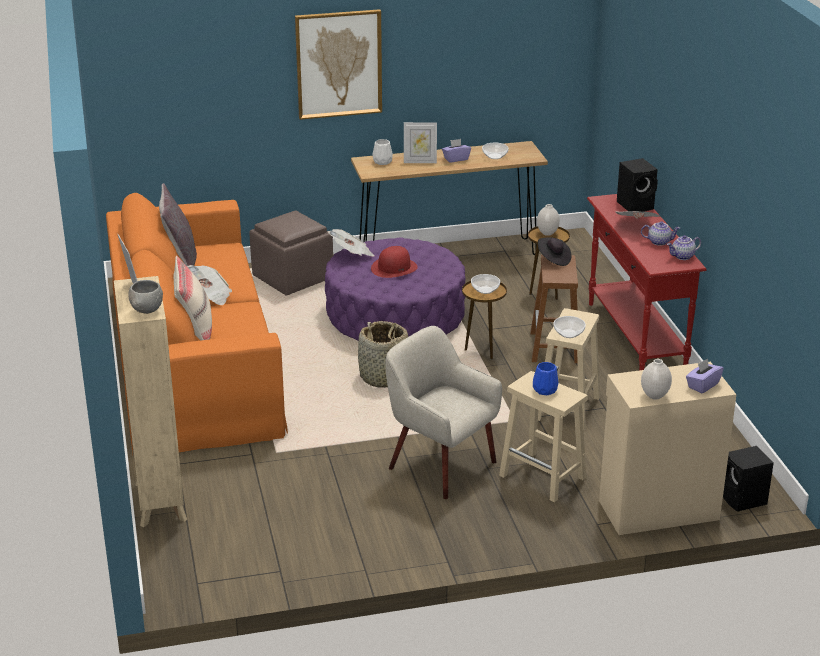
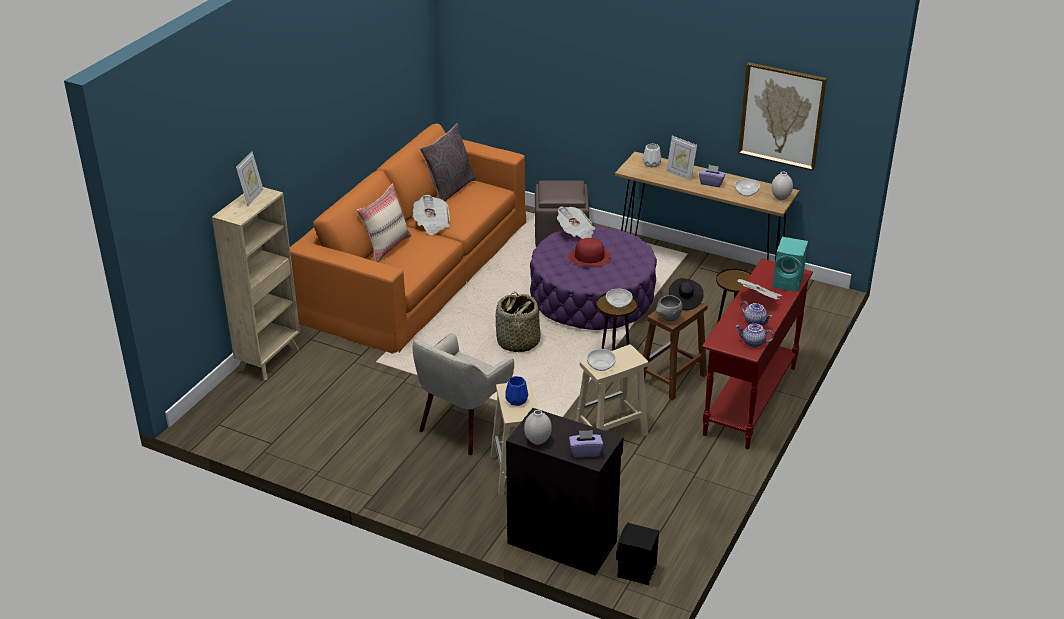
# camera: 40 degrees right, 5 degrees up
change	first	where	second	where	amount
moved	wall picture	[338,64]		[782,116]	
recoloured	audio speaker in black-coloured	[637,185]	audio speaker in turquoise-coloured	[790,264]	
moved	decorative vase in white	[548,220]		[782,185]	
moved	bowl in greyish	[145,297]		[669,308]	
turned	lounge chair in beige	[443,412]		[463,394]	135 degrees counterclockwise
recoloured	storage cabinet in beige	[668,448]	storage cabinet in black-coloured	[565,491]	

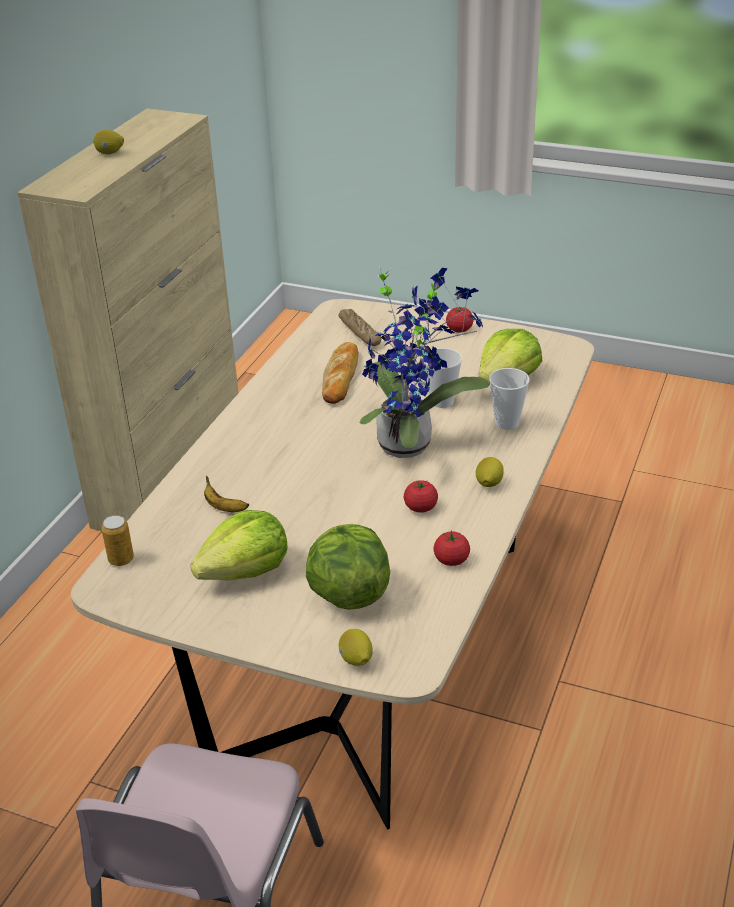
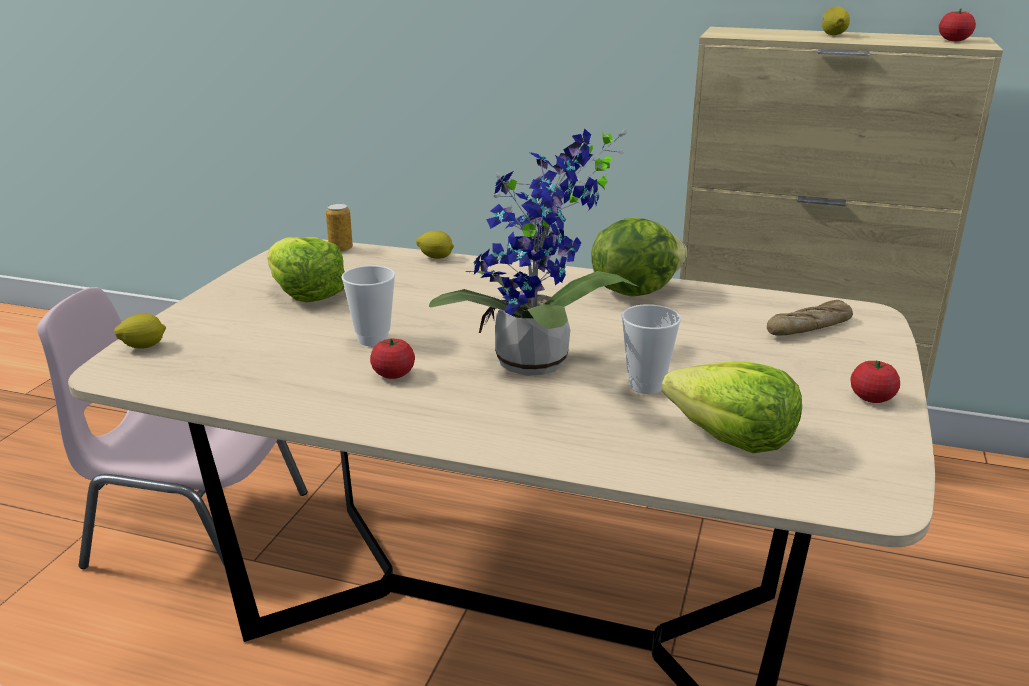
# camera: 85 degrees right, 10 degrees down
change	first	where	second	where	amount
removed	baked bread	[340,373]			
moved	cup	[509,399]		[368,305]	
moved	whole lemon	[489,472]		[435,245]	
removed	whole banana	[226,494]			
moved	lettuce head	[348,567]		[639,257]	
moved	fresh tomato	[452,548]		[957,25]	

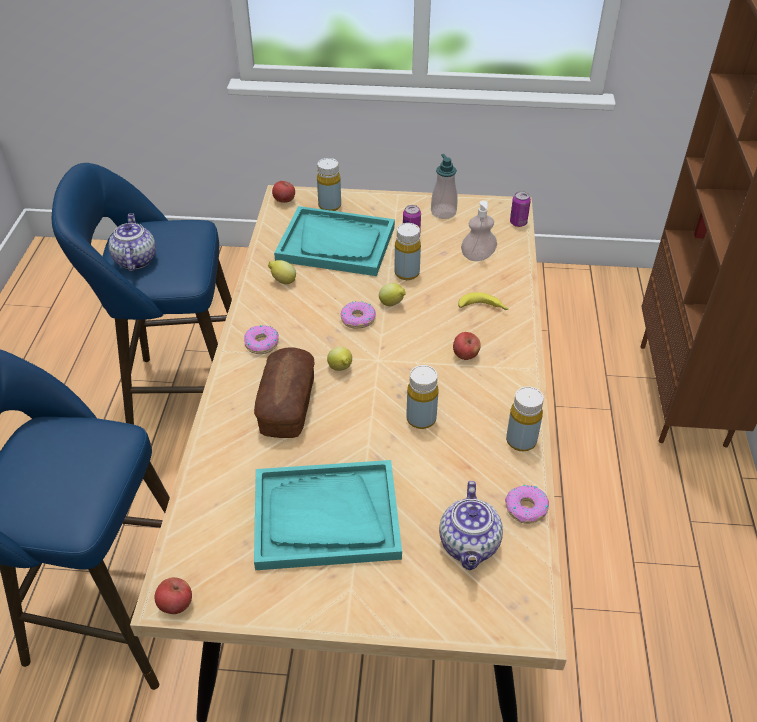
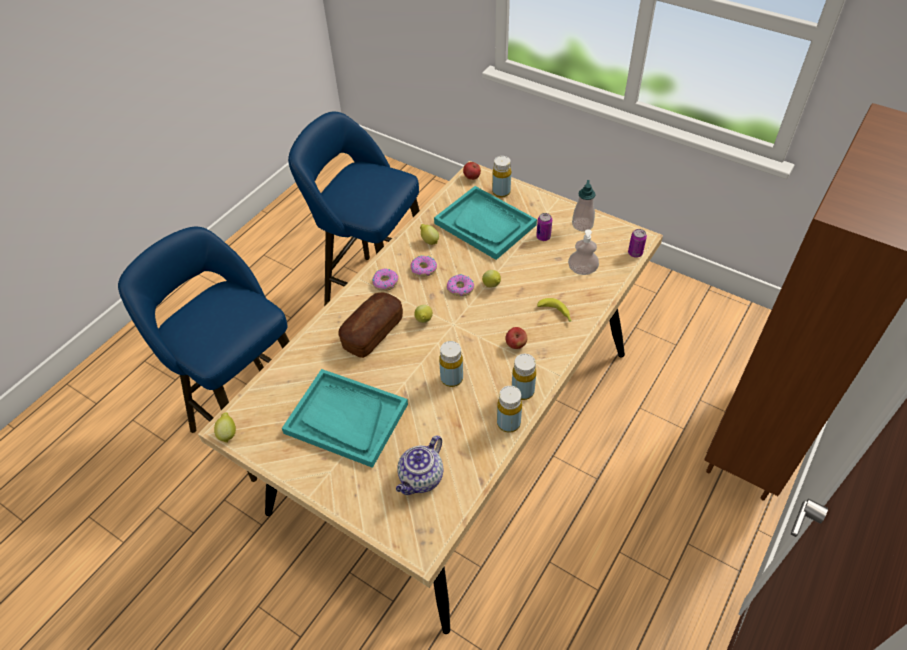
# camera: 30 degrees right, 5 degrees up
change	first	where	second	where	amount
removed	pot for tea	[132,242]			
moved	beverage bottle in yellow-coloured	[407,251]		[524,377]	
moved	ring doughnut	[527,504]		[423,266]	
replaced	apple fruit	[173,595]	whole lemon	[225,427]	

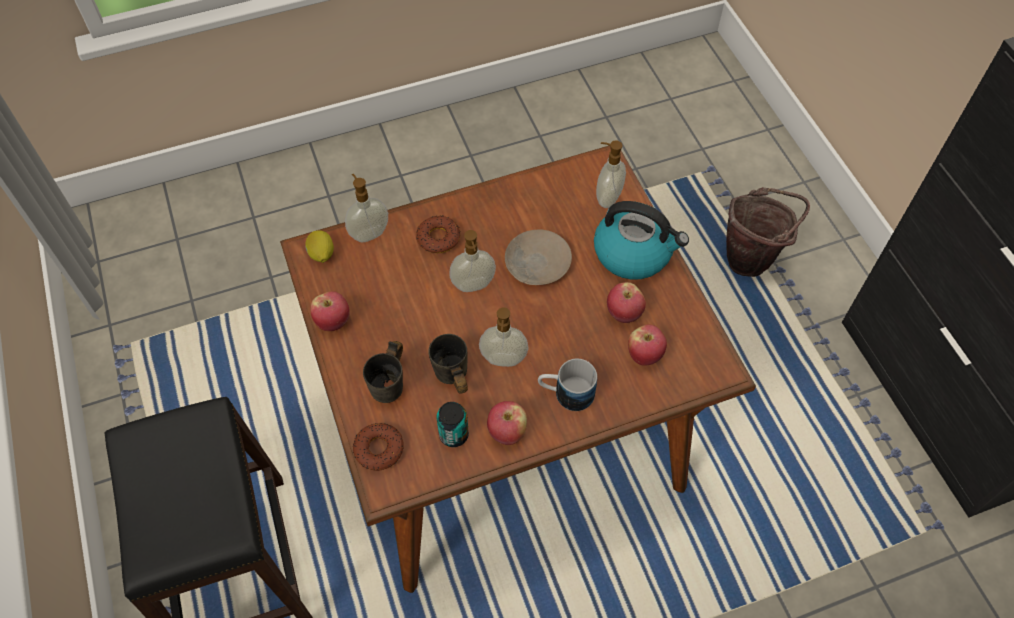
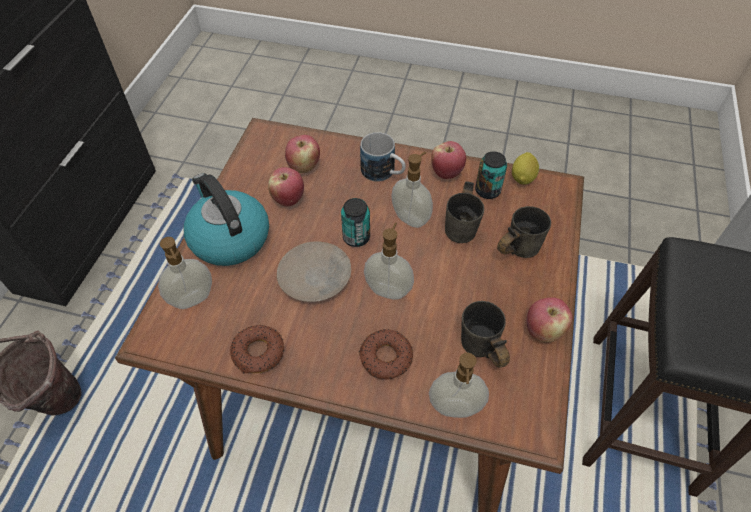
# camera: 145 degrees left, 5 degrees down
change	first	where	second	where	amount
moved	whole lemon	[319,246]		[525,168]	
moved	ring doughnut	[378,447]		[257,349]	
added			can	[355,222]	
added			mug in greyish	[485,334]	

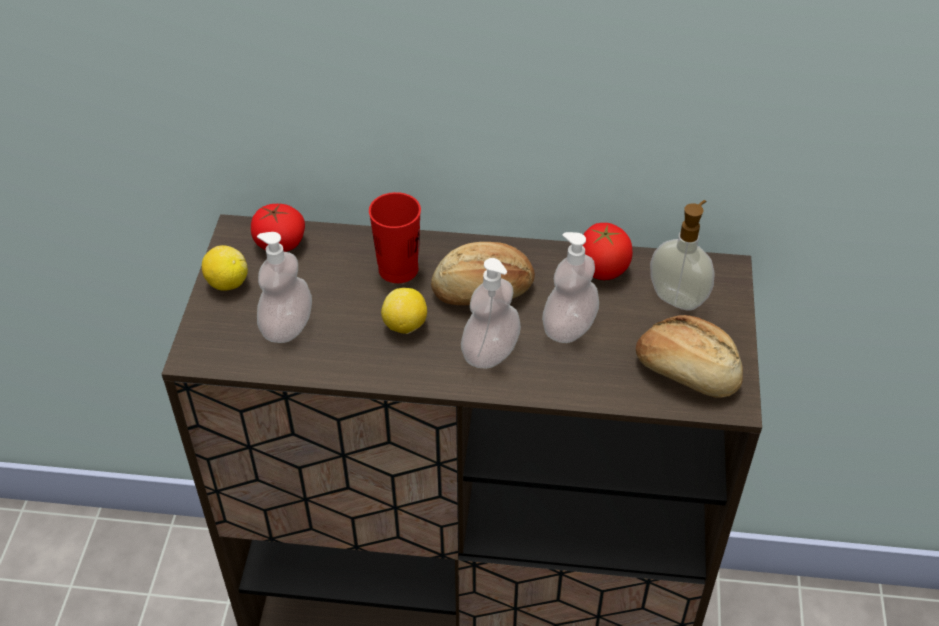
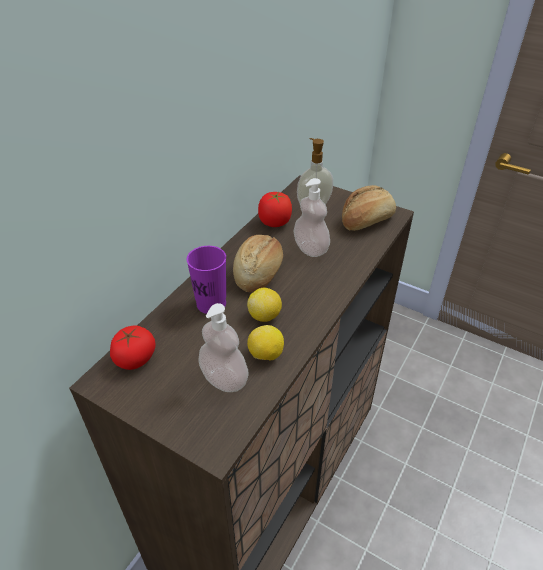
# camera: 65 degrees left, 5 degrees down
change	first	where	second	where	amount
recoloured	cup in red	[395,237]	cup in purplish	[206,280]	
moved	whole lemon	[225,267]		[265,342]	
removed	liquid soap bottle	[491,313]			

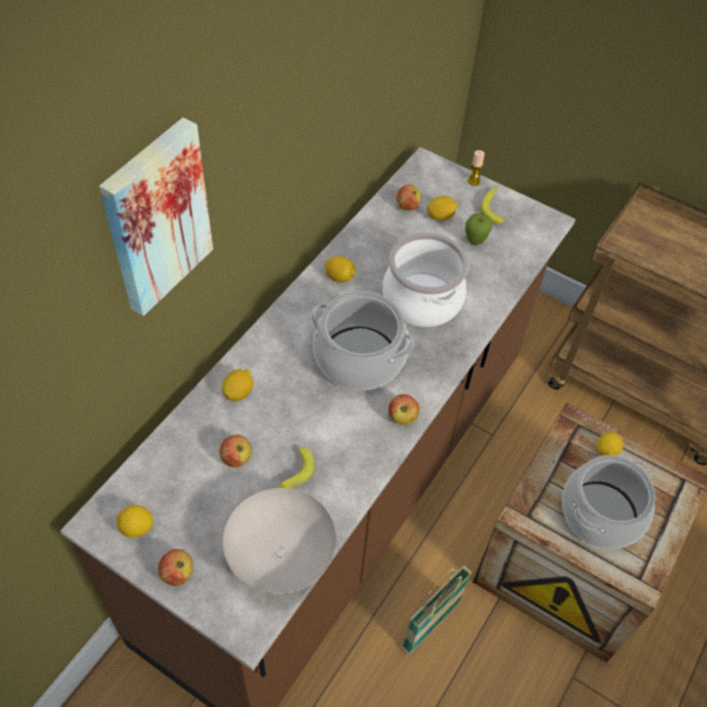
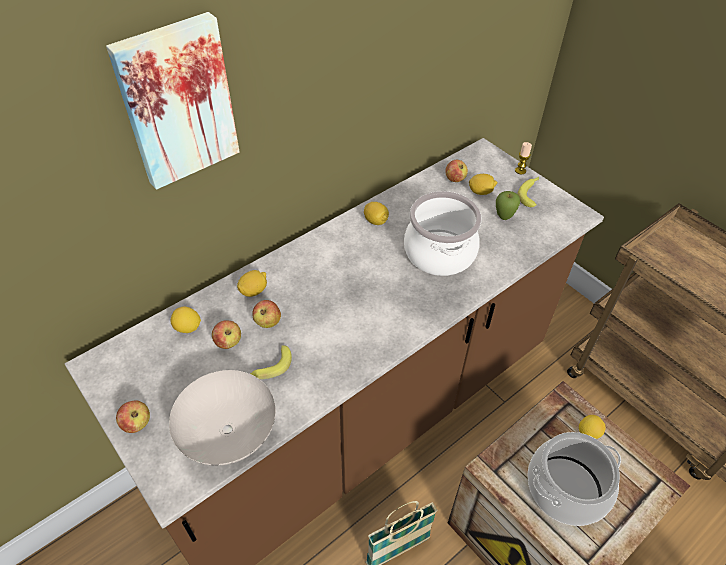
# camera: 20 degrees right, 5 degrees down
change	first	where	second	where	amount
removed	cooking pot	[362,340]			
moved	apple fruit	[404,409]		[266,314]	
moved	whole lemon	[135,521]		[185,320]	

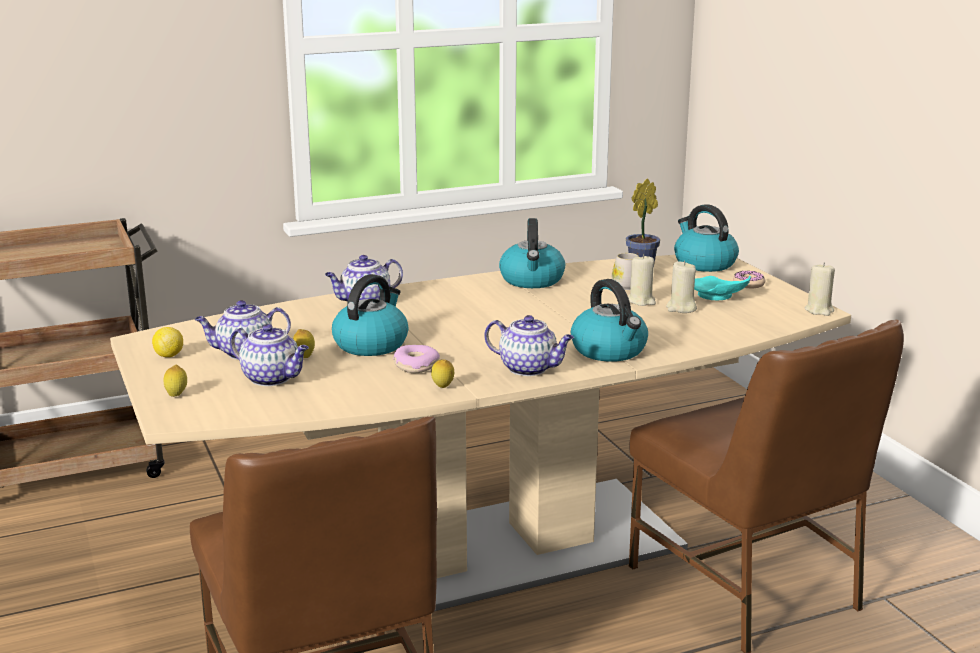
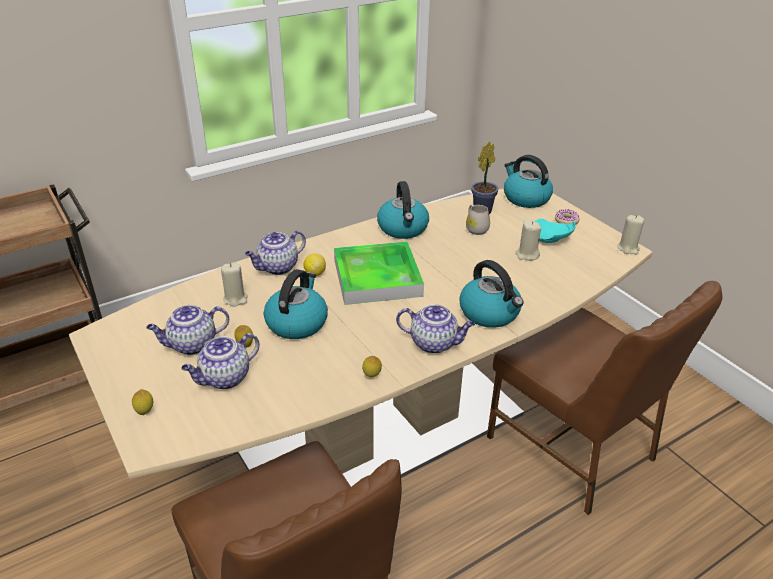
# camera: 10 degrees left, 15 degrees up
change	first	where	second	where	amount
moved	candle in beige	[642,280]		[234,284]	
turned	pot for tea	[269,355]		[220,361]	120 degrees clockwise
moved	whole lemon	[167,342]		[314,265]	
removed	ring doughnut	[416,359]			
added			carrying tray	[379,273]	

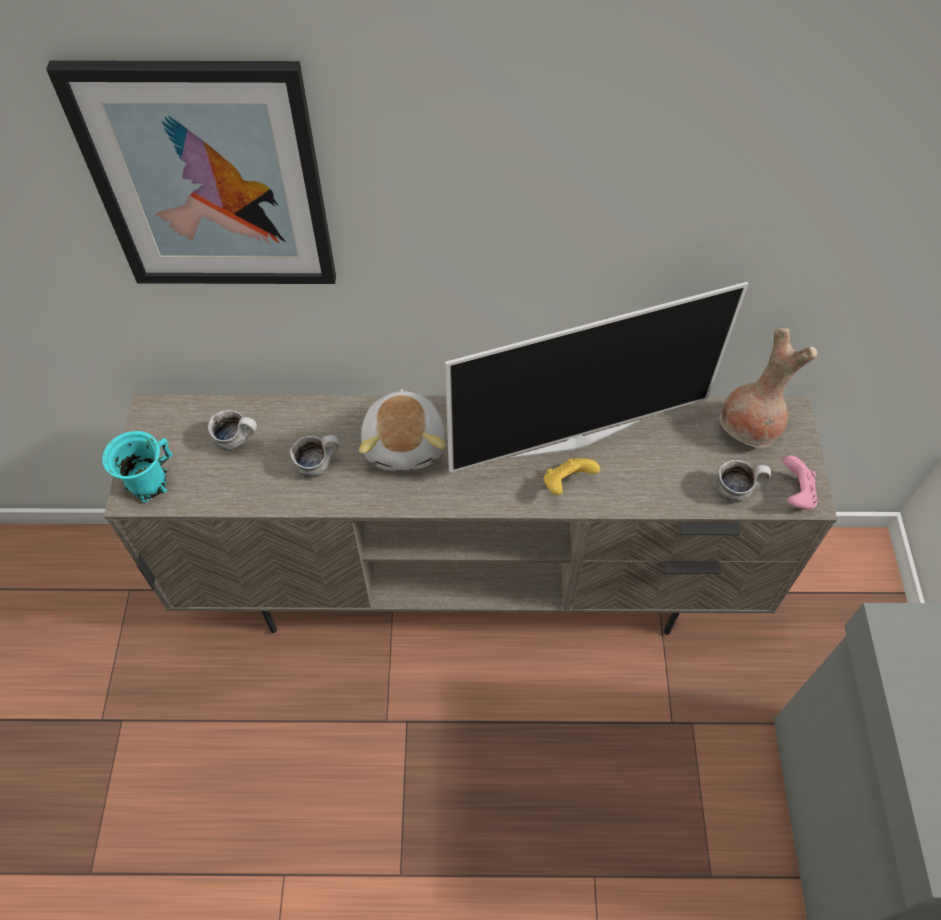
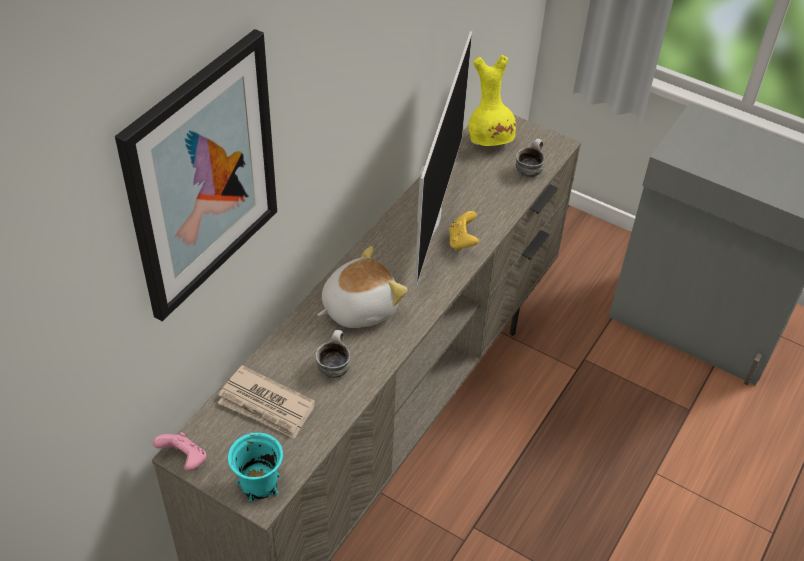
# camera: 60 degrees left, 10 degrees down
change	first	where	second	where	amount
recoloured	decorative vase in brown	[768,388]	decorative vase in yellow-coloured	[492,100]	
turned	cuddly toy	[402,430]		[362,287]	60 degrees counterclockwise
replaced	mug	[232,430]	printed paper	[267,402]	
moved	gamepad in pinkish	[800,482]		[179,451]	

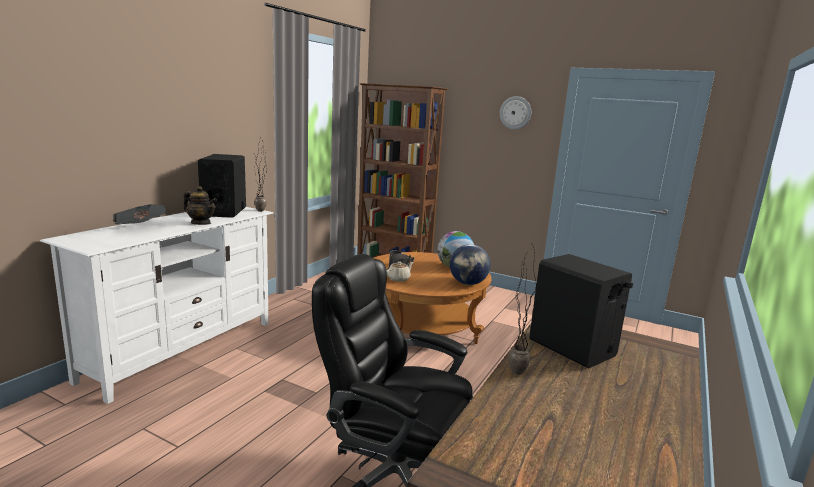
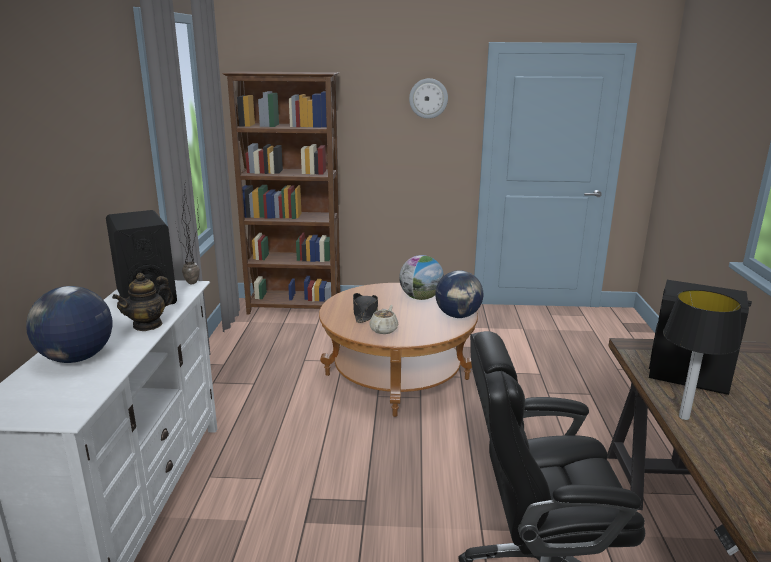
# camera: 25 degrees left, 5 degrees up
change	first	where	second	where	amount
turned	pot for tea	[200,205]		[142,302]	135 degrees clockwise
replaced	printed paper	[139,214]	globe	[69,324]	
replaced	potted plant	[525,310]	tabletop lamp	[702,355]	

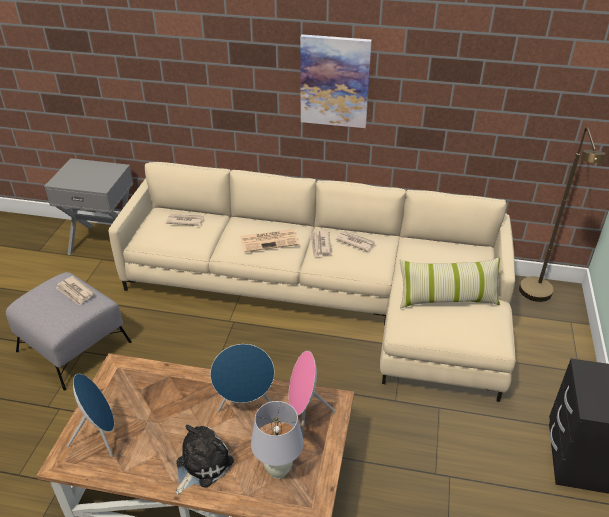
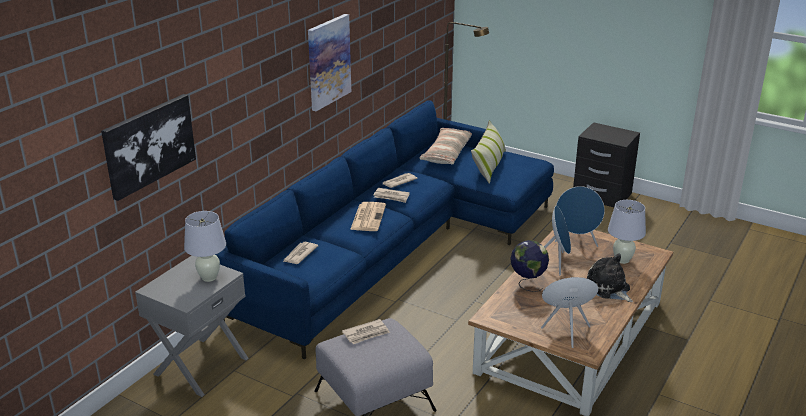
# camera: 70 degrees left, 10 degrees down
change	first	where	second	where	amount
recoloured	sofa in beige	[312,282]	sofa in bluish	[384,229]	
recoloured	audio speaker in pinkish	[312,393]	audio speaker in bluish	[580,216]	
added			wall picture	[148,147]	
added			pillow	[445,146]	
added			tabletop lamp in white	[205,246]	
added			globe	[529,266]	

